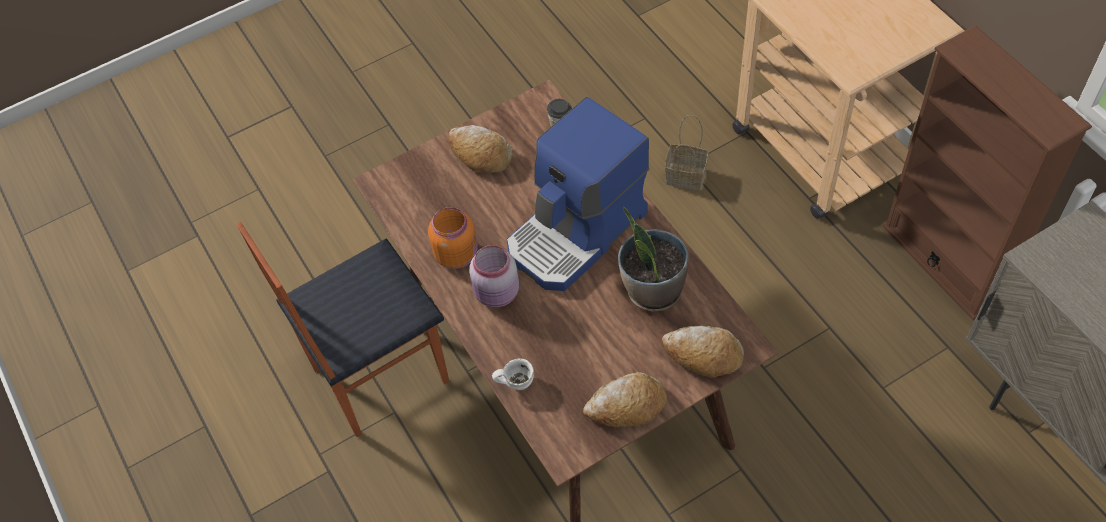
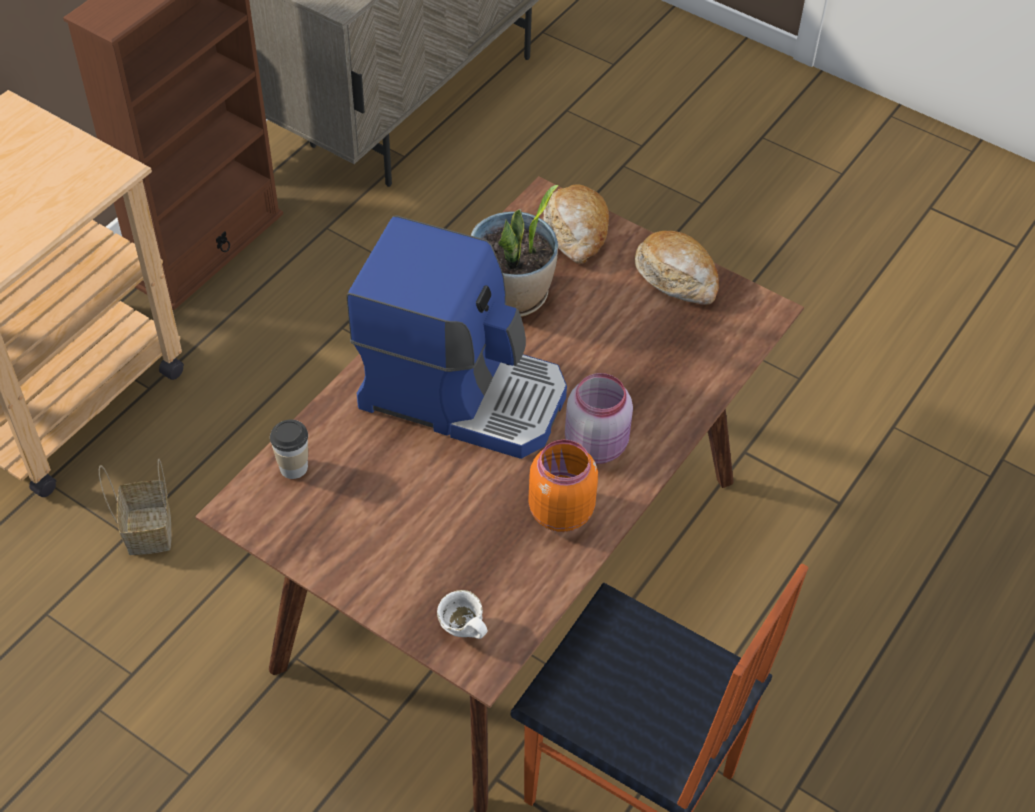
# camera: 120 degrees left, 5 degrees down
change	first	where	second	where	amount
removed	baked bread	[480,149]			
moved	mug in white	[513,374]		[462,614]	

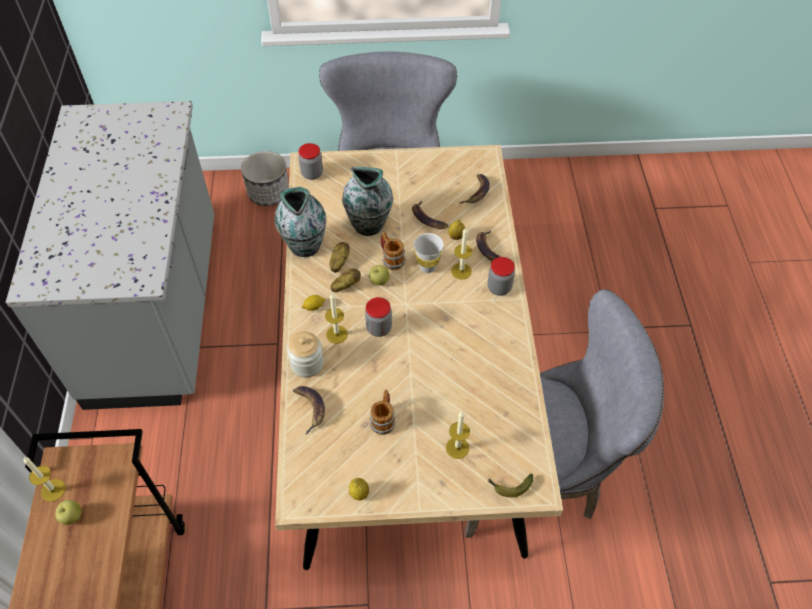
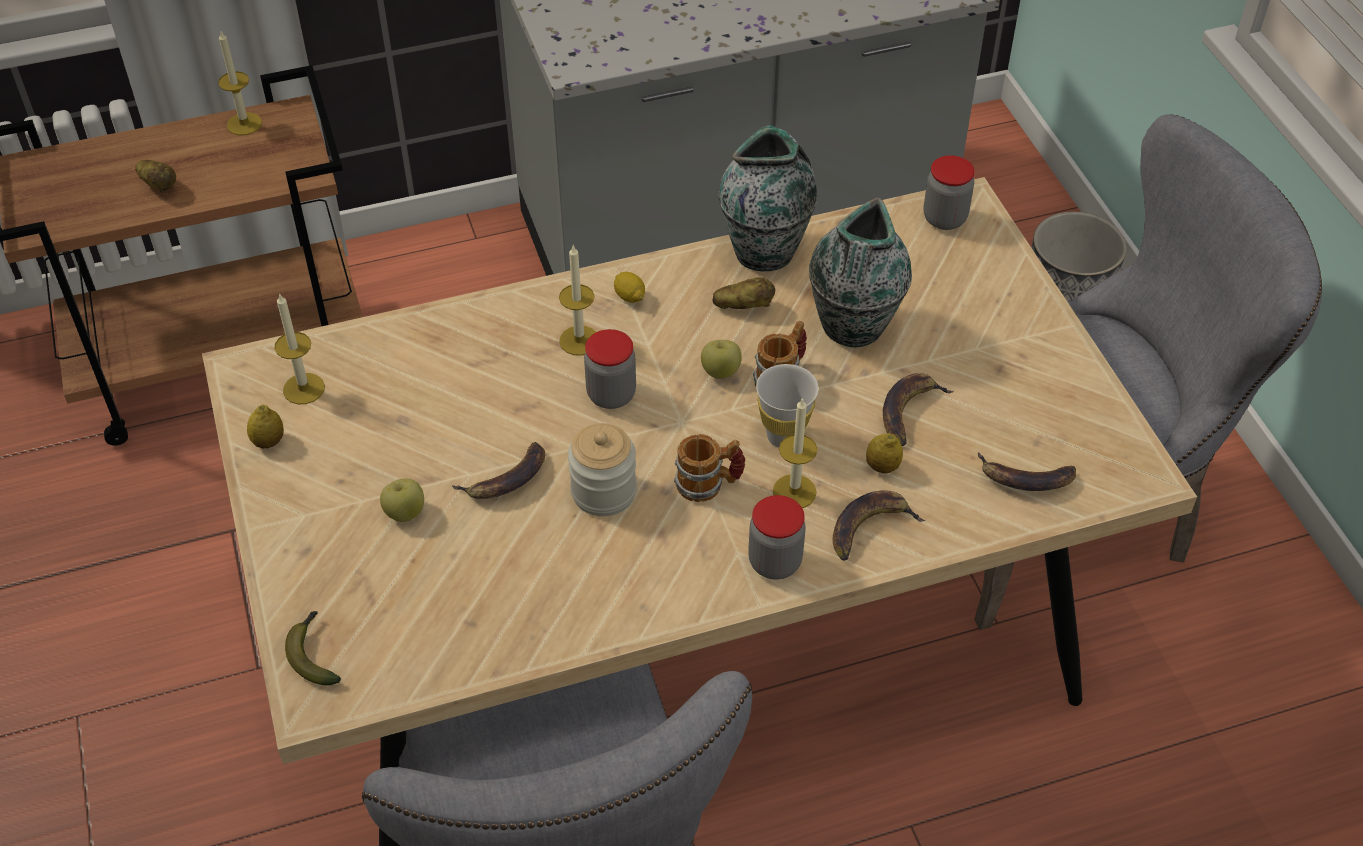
# camera: 75 degrees right, 5 degrees down
change	first	where	second	where	amount
moved	spud	[346,280]		[155,176]	
moved	storage jar	[305,354]		[602,469]	
moved	whole banana	[309,410]		[498,470]	
moved	mug	[382,412]		[709,468]	
moved	candle	[458,435]		[299,348]	
moved	apple fruit	[68,512]		[402,500]	

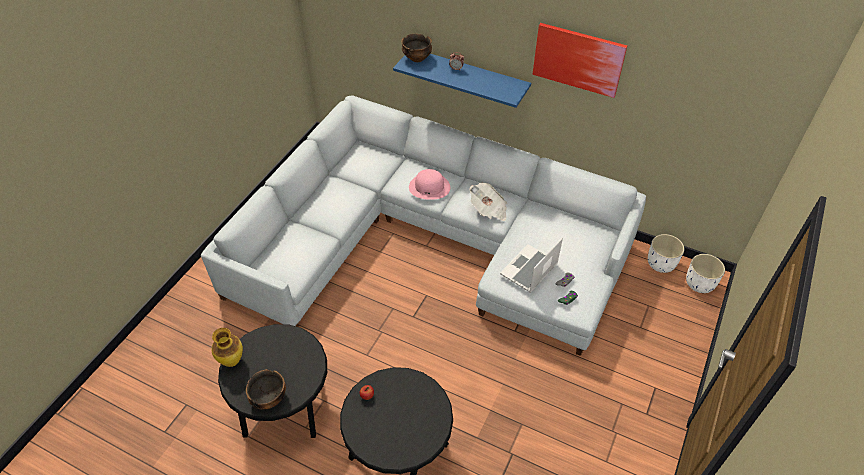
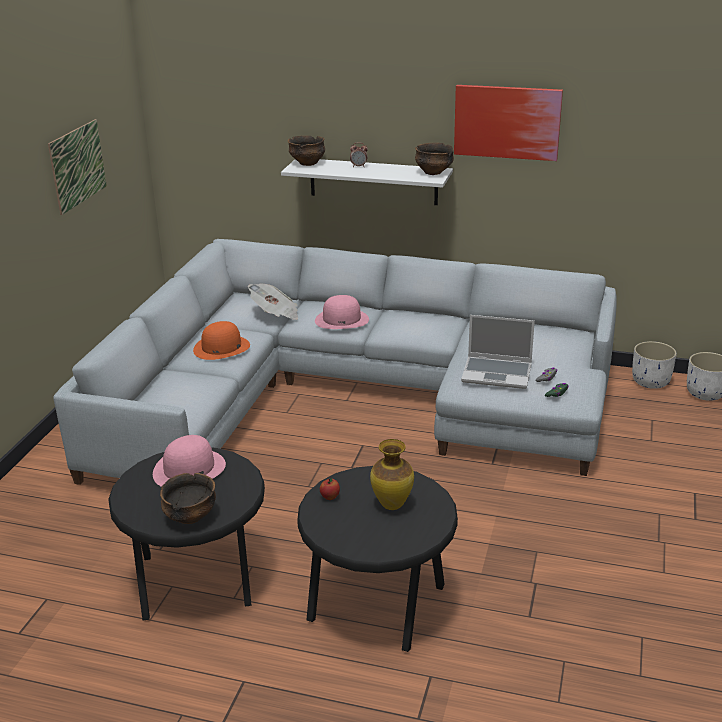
# camera: 10 degrees left, 20 degrees down
change	first	where	second	where	amount
recoloured	shelf in bluish	[462,81]	shelf in white	[367,182]	
moved	printed paper	[488,202]		[273,302]	
turned	notebook computer	[531,265]		[498,352]	105 degrees counterclockwise
moved	decorative vase	[227,347]		[392,474]	
added			wall picture	[77,167]	
added			bowl	[434,159]	
added			hat in orangey	[221,340]	
added			hat in pinkish	[189,461]	

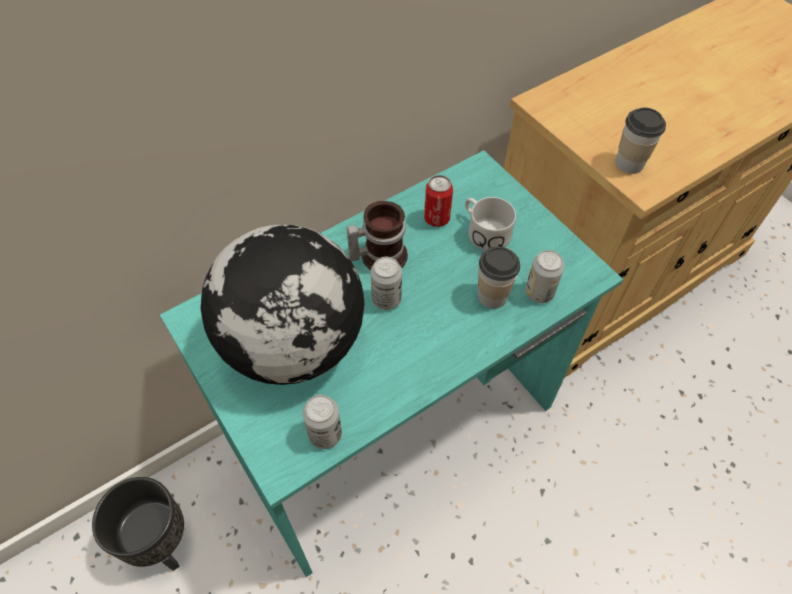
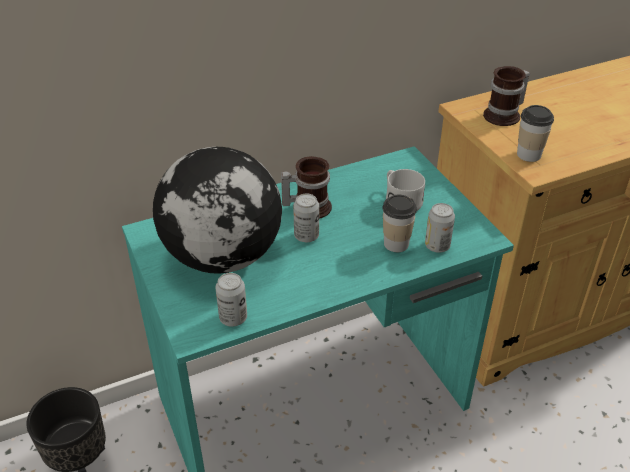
# camera: 10 degrees right, 15 degrees down
change	first	where	second	where	amount
removed	can	[438,201]			
added			mug	[506,96]	

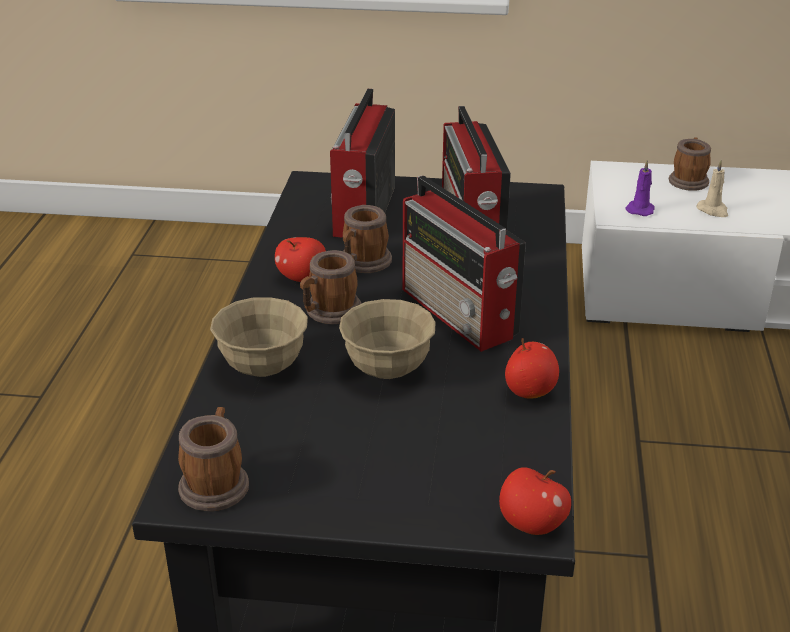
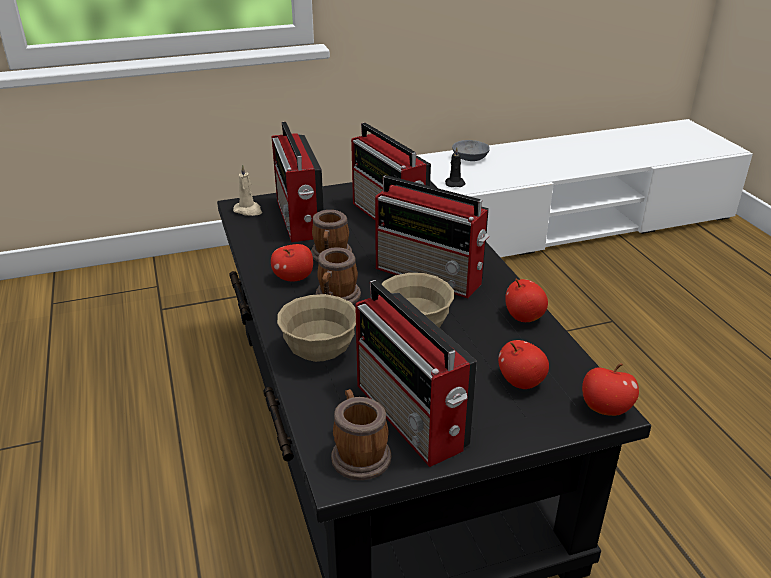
# camera: 25 degrees left, 0 degrees up
change	first	where	second	where	amount
replaced	mug	[690,164]	bowl in greyish	[471,150]	
recoloured	candle in purplish	[640,188]	candle in black-coloured	[455,167]	
moved	candle in beige	[712,188]		[247,190]	
added			radio receiver	[416,373]	
added			apple fruit	[523,364]	

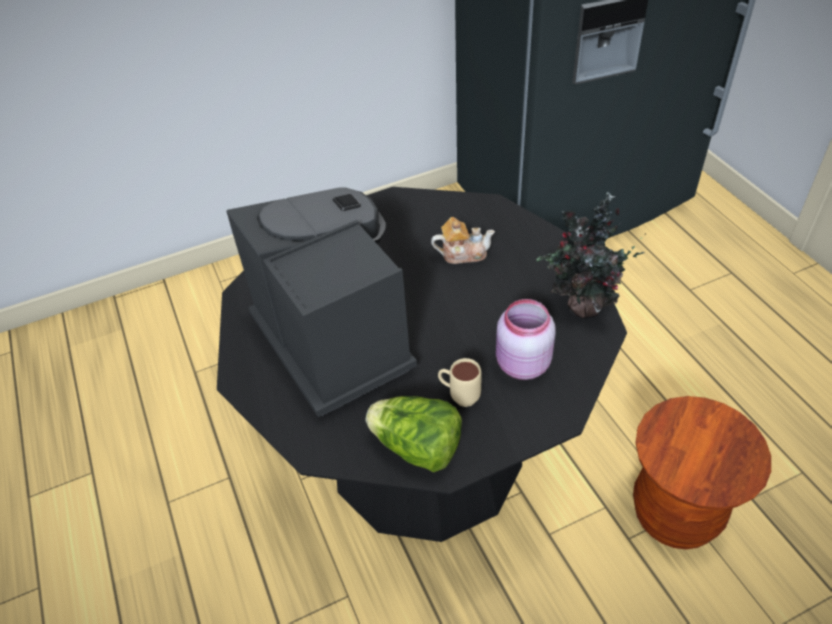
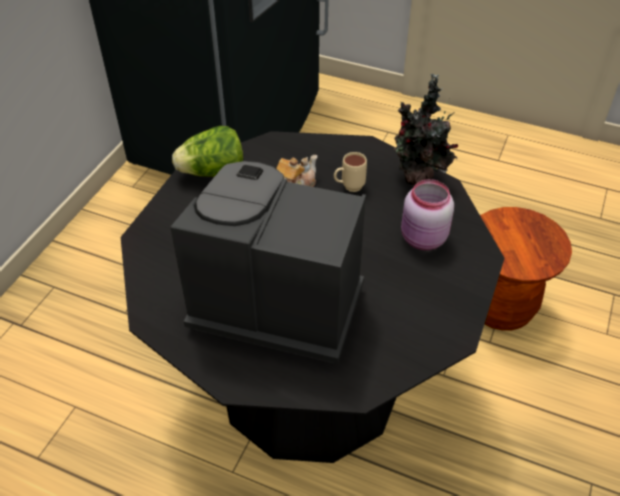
# camera: 45 degrees left, 0 degrees up
change	first	where	second	where	amount
moved	mug in beige	[460,382]		[350,172]	
moved	lettuce head	[414,434]		[207,151]	

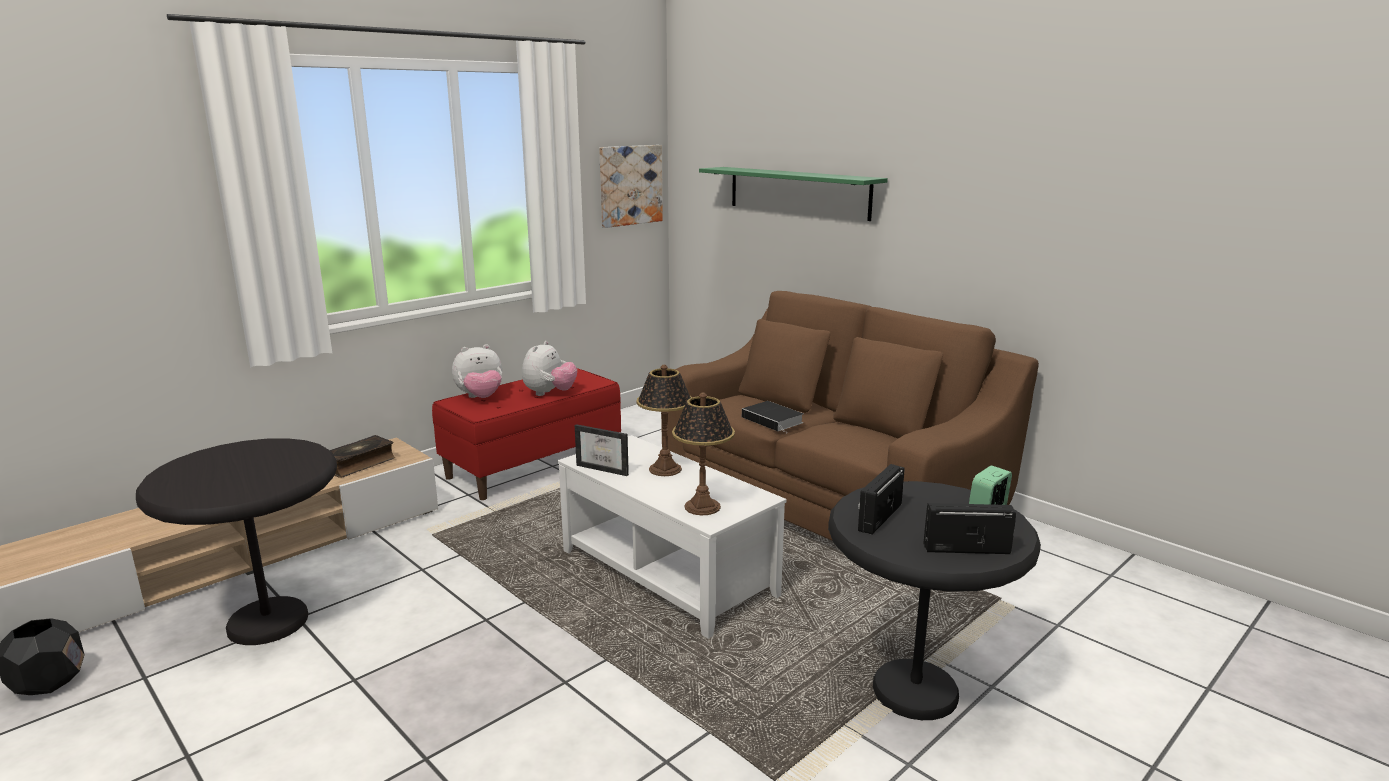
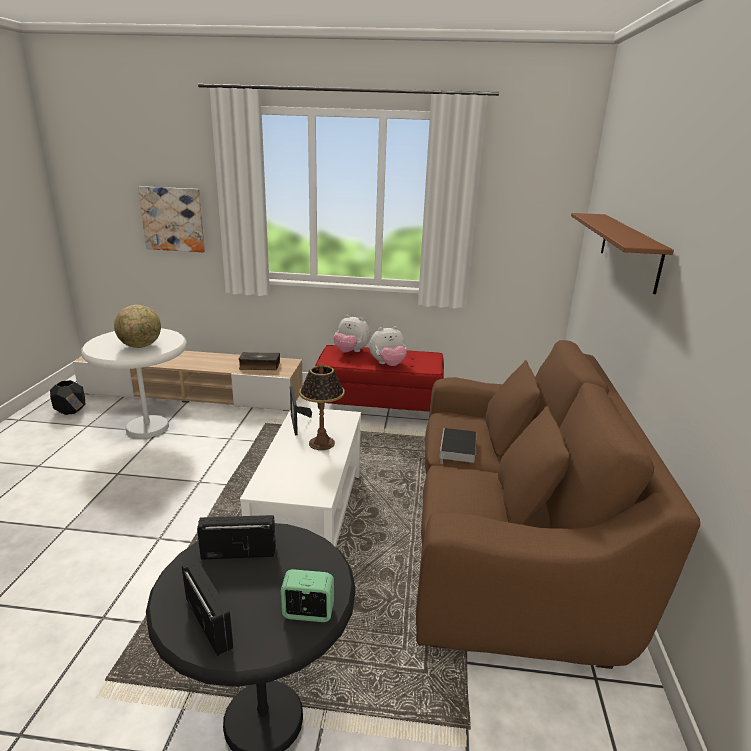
# camera: 50 degrees right, 5 degrees up
change	first	where	second	where	amount
moved	wall picture	[631,186]		[171,219]	
recoloured	shelf in green-coloured	[793,194]	shelf in brown	[622,254]	
removed	tabletop lamp	[703,454]			
recoloured	accent table in black-coloured	[236,541]	accent table in white	[134,383]	
added			globe	[137,326]	

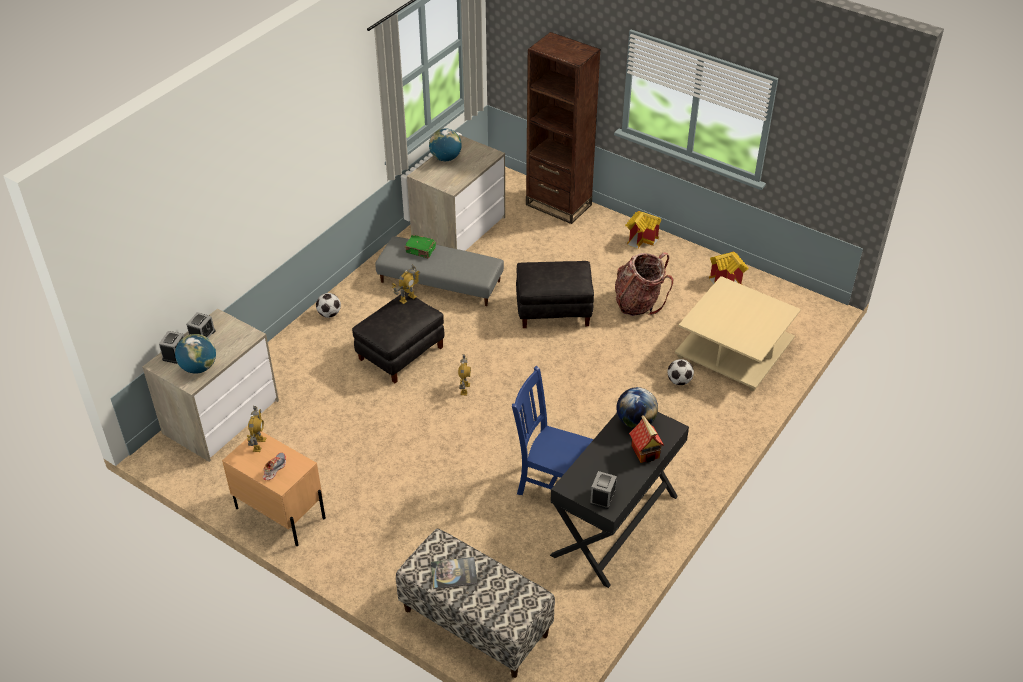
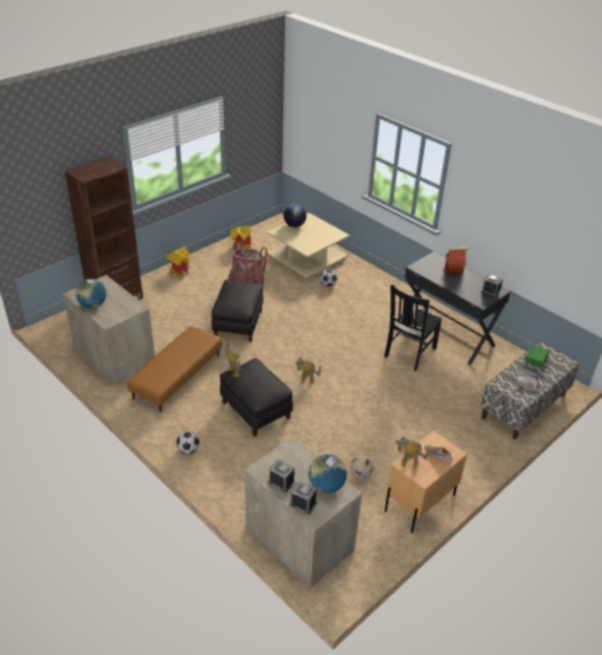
# camera: 80 degrees left, 5 degrees down
change	first	where	second	where	amount
moved	volume in green-coloured	[420,246]		[537,356]	
recoloured	pouffe in greyish	[439,271]	pouffe in brown	[174,369]	
recoloured	chair in bluish	[553,430]	chair in black-coloured	[413,327]	
moved	globe	[637,408]		[295,215]	
added			football	[362,467]	

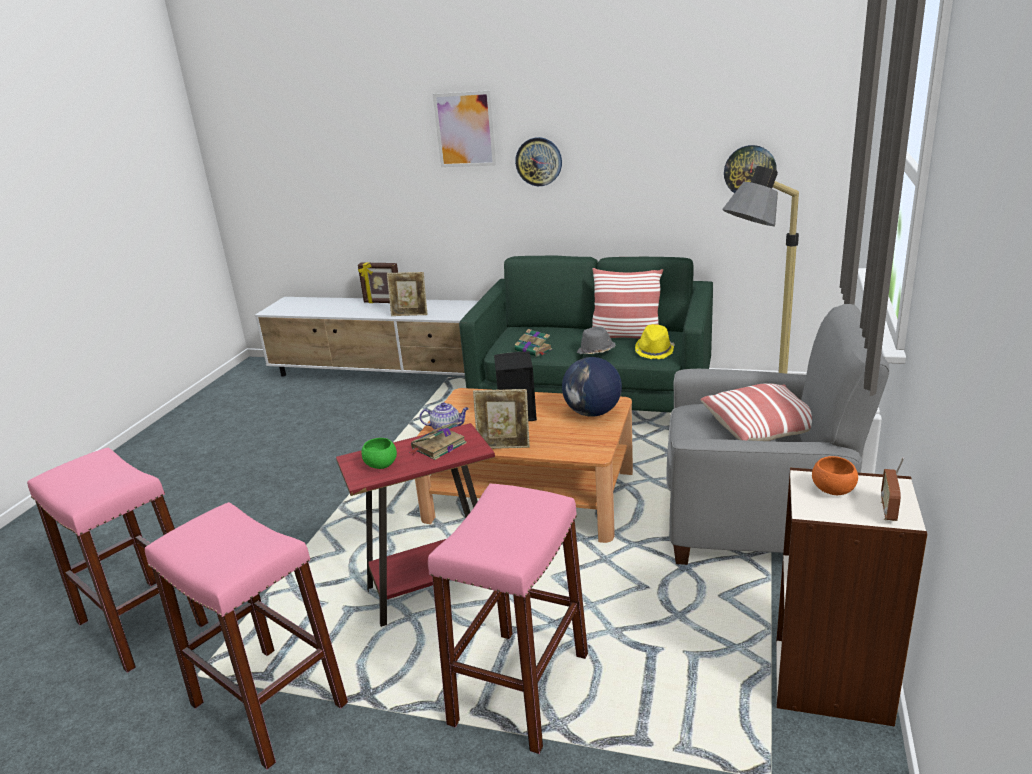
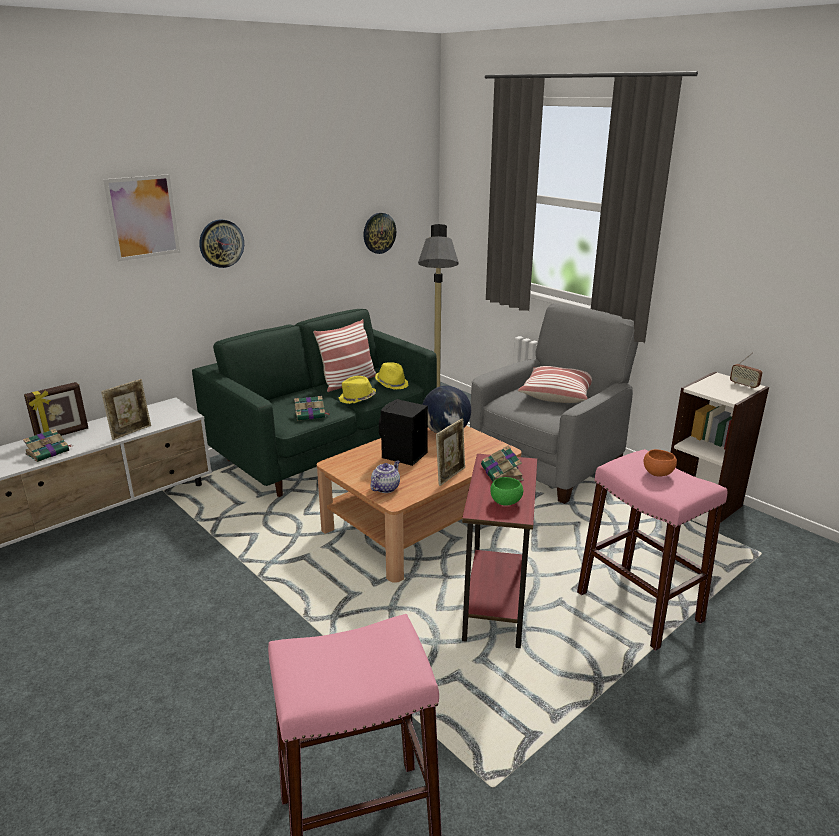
# camera: 60 degrees left, 0 degrees up
change	first	where	second	where	amount
recoloured	hat in greyish	[596,340]	hat in yellow-coloured	[357,390]	
moved	bowl in orangey	[835,475]		[660,463]	
removed	stool seat in pinkish	[246,636]			
added			volume	[47,445]	

